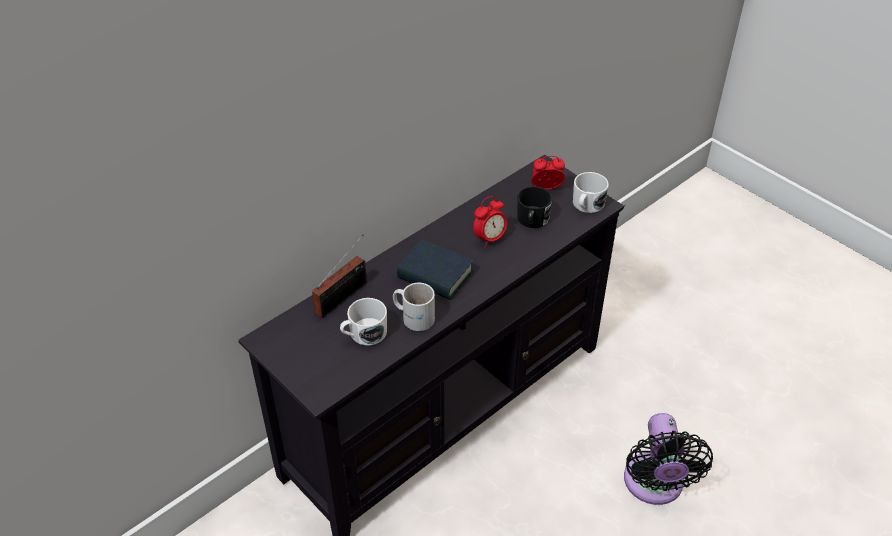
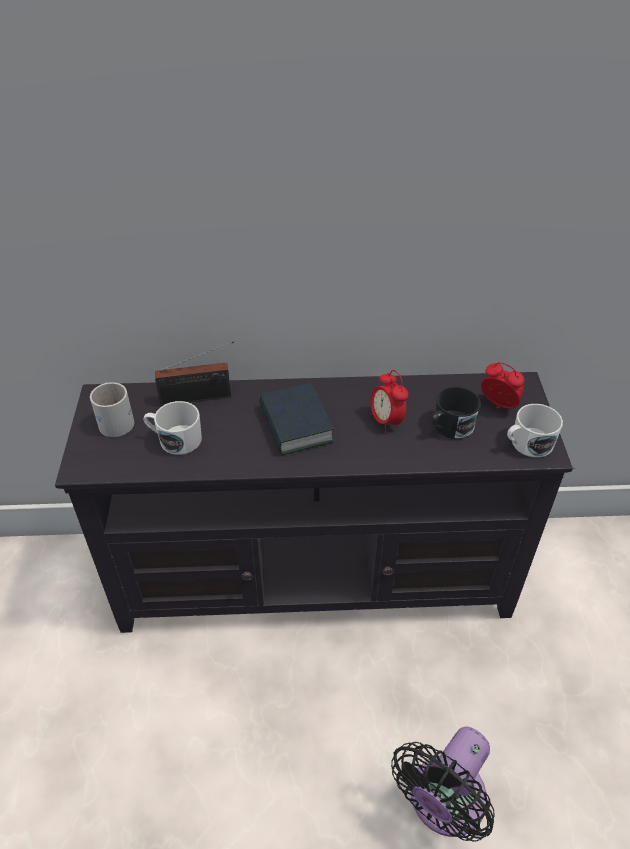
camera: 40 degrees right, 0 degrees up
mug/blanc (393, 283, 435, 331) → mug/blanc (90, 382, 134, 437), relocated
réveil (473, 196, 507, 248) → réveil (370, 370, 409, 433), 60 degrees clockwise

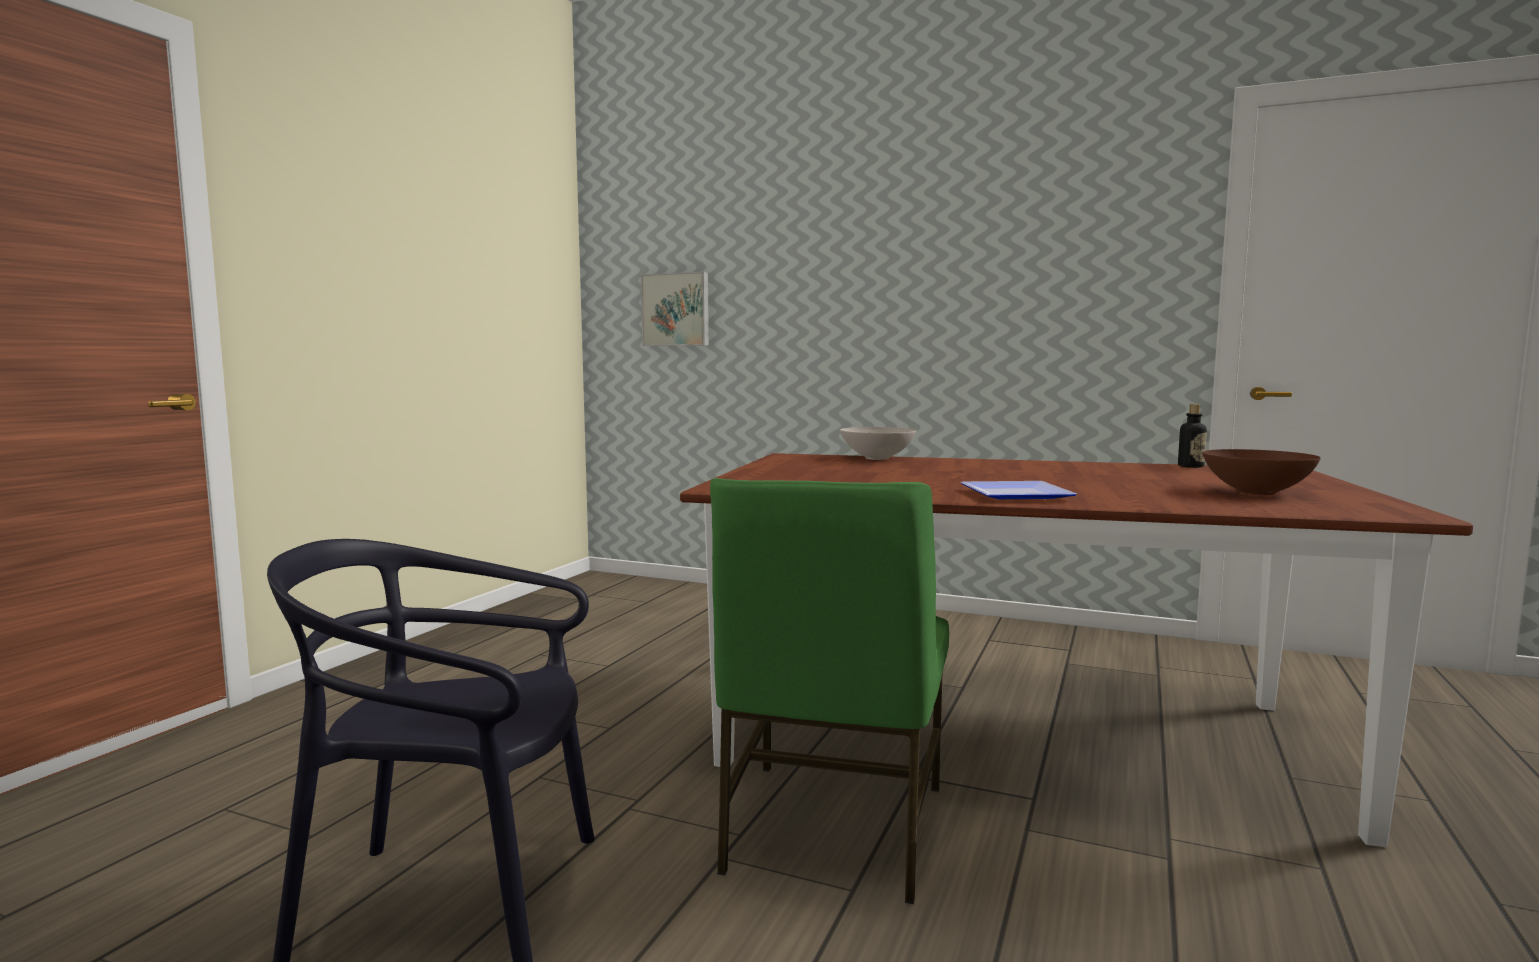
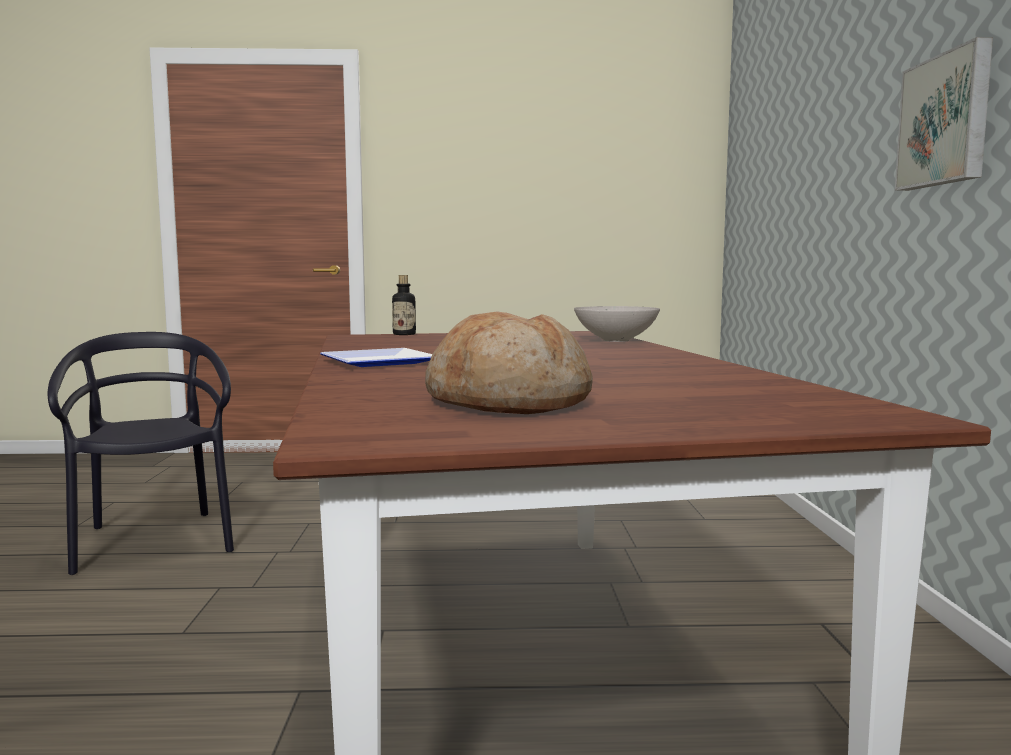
camera: 65 degrees right, 0 degrees up
chaise/vert (710, 478, 949, 904) → -
tableau (641, 272, 709, 346) → tableau (895, 37, 993, 191), relocated
bouteille (1178, 404, 1207, 468) → bouteille (392, 275, 416, 335), relocated
bol/marron (1202, 449, 1321, 495) → pain (425, 312, 593, 414)

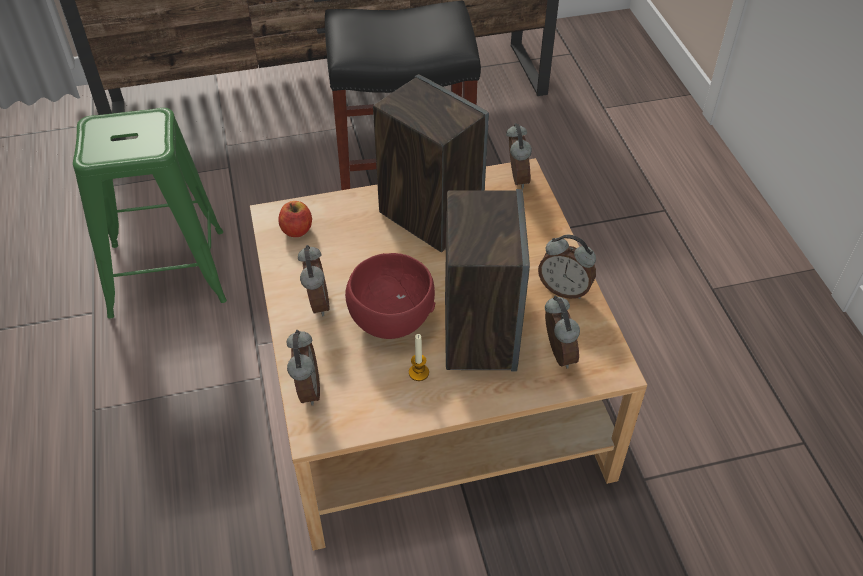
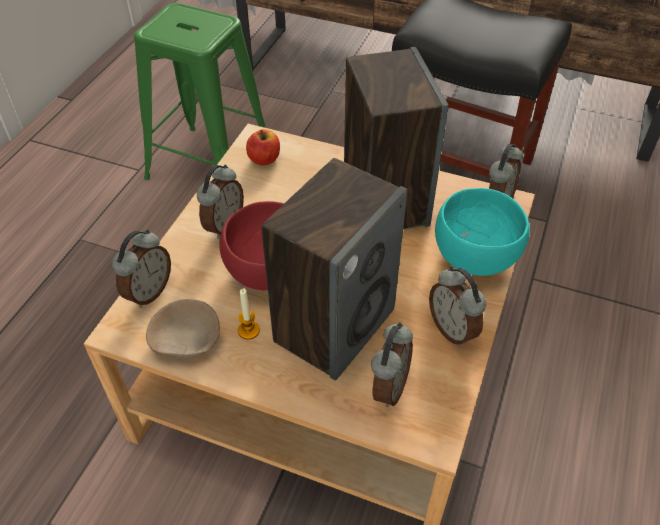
camera: 35 degrees right, 0 degrees up
- → bol/beige (146, 299, 220, 359)
- → bol/turquoise (435, 188, 530, 276)

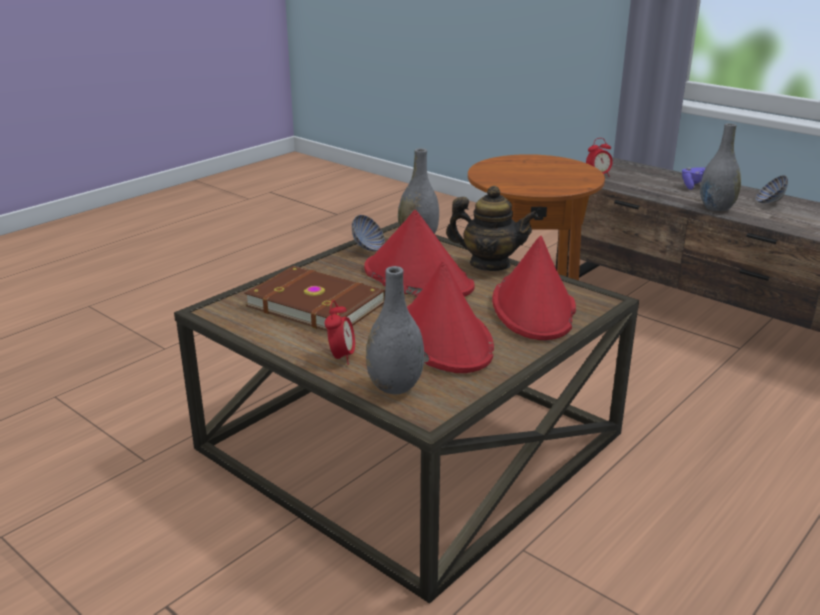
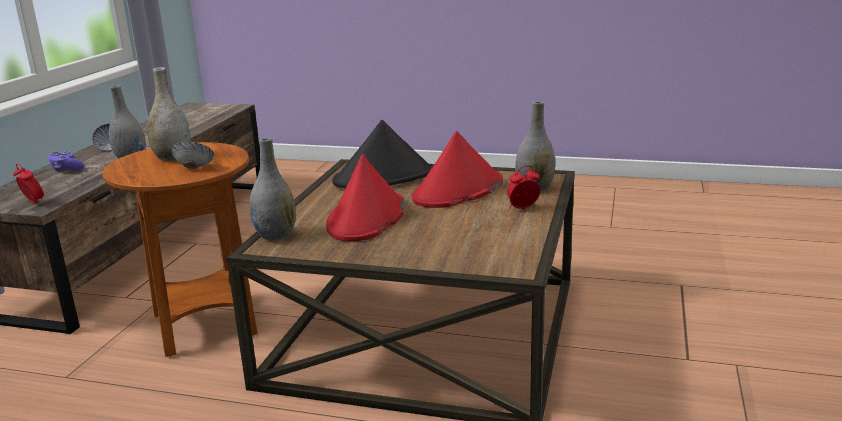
camera: 115 degrees left, 5 degrees down
livre/marron (244, 266, 385, 331) → -
théière (446, 186, 538, 271) → -
- → vase/gris (147, 67, 191, 161)
bol (352, 215, 385, 251) → bol (171, 142, 214, 169), relocated
chapeau/rouge (492, 236, 576, 340) → chapeau/noir (332, 120, 433, 188)

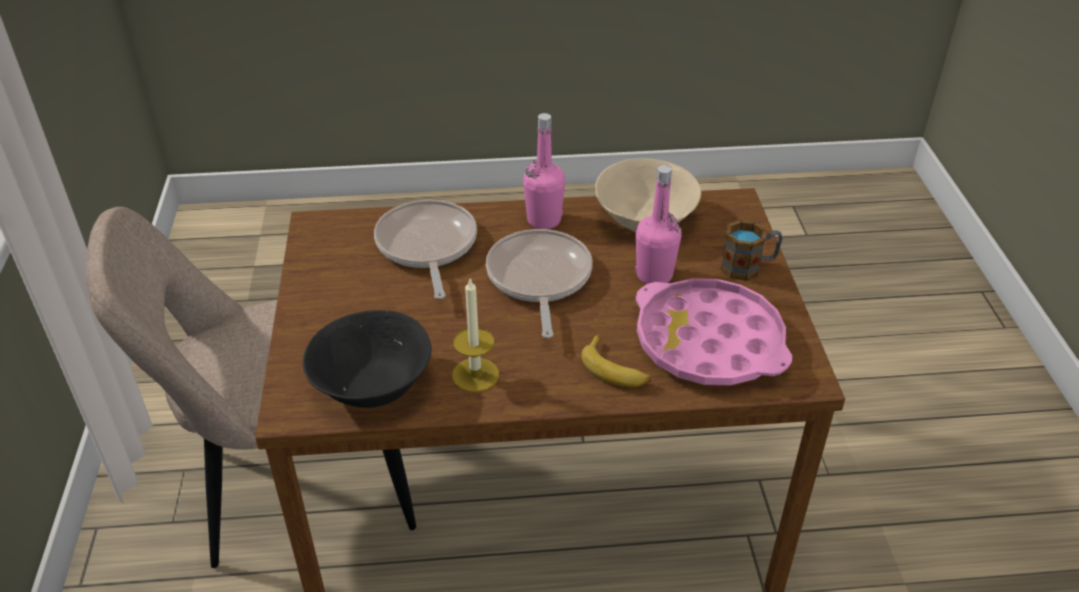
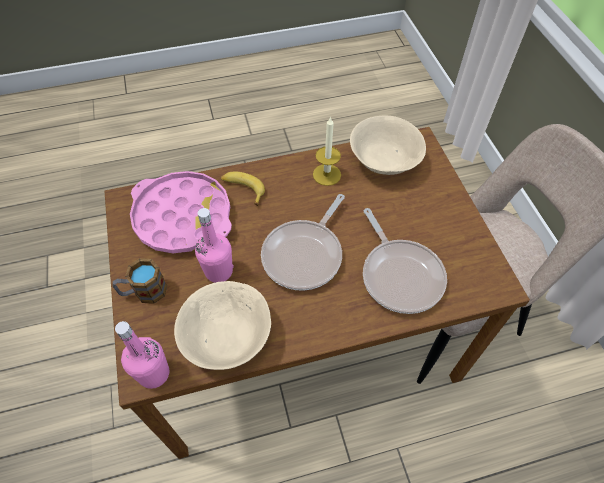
camera: 170 degrees right, 15 degrees up
bouteille/rose (523, 113, 566, 229) → bouteille/rose (115, 321, 169, 389), relocated
bol/noir (303, 310, 432, 408) → bol/beige (350, 115, 426, 175)
poêle (486, 229, 593, 338) → poêle (261, 194, 345, 291), 45 degrees clockwise

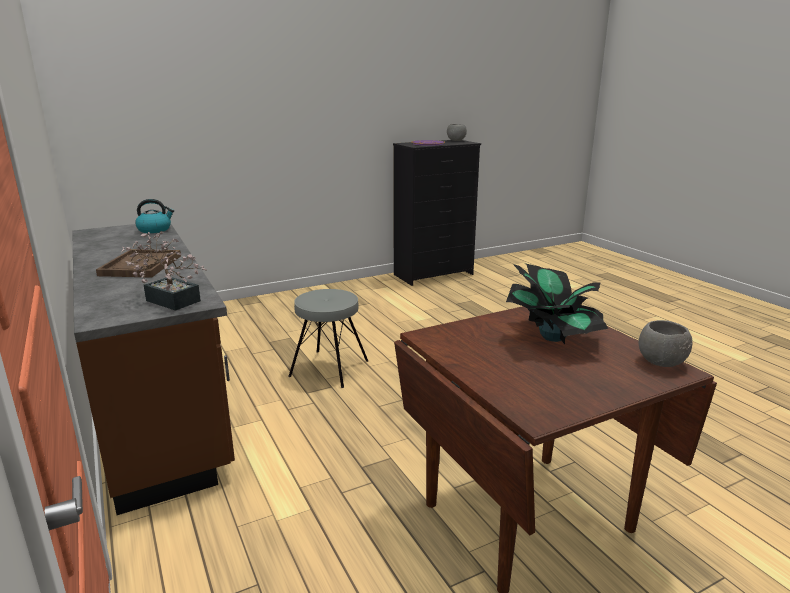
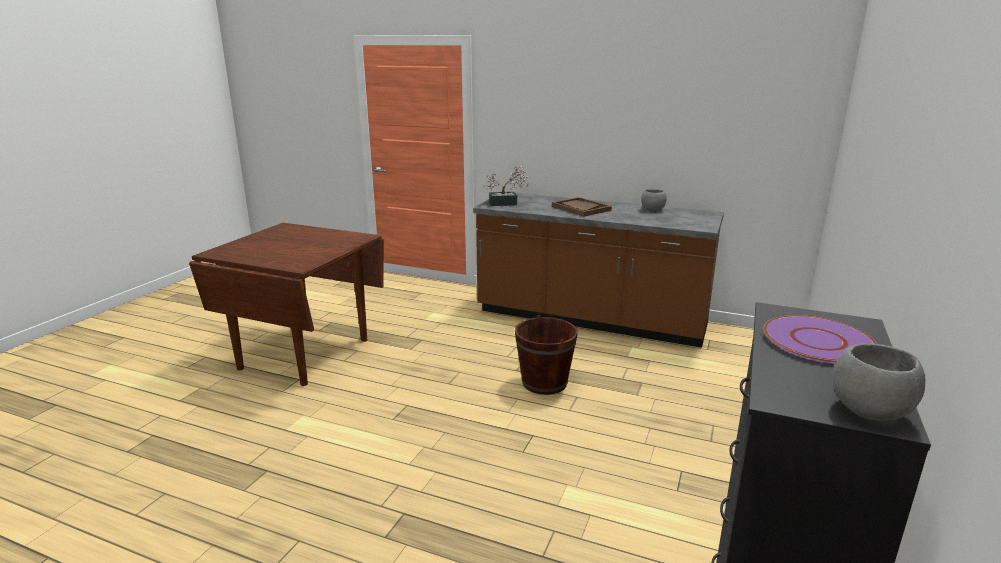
camera: 140 degrees right, 0 degrees up
bouilloire (135, 199, 174, 233) → -
plante en pot (506, 263, 608, 344) → -
bol/gris (638, 320, 693, 367) → bol/gris (641, 189, 667, 211), relocated
tabouret/gris (288, 289, 368, 388) → seau/marron (515, 315, 578, 395)

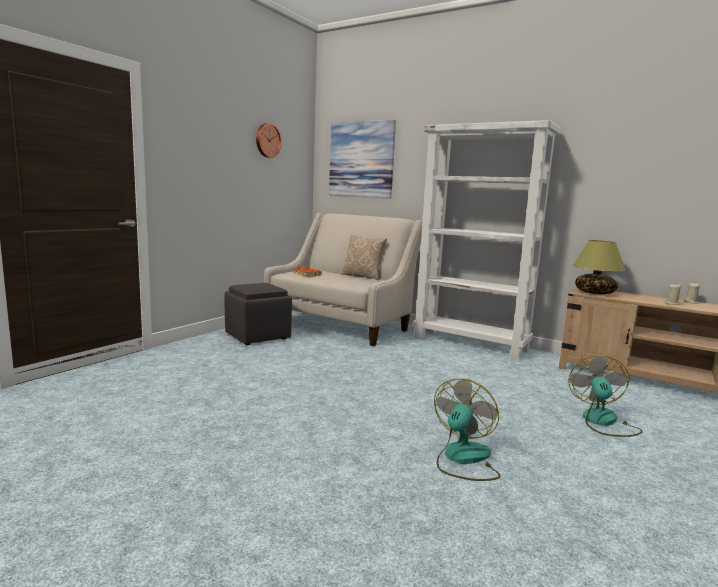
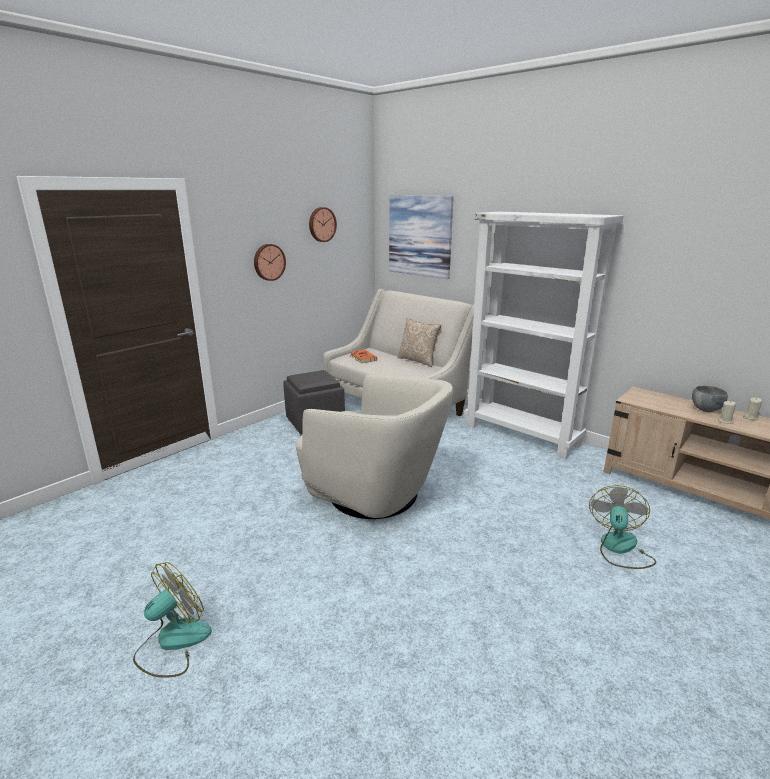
camera: 10 degrees right, 10 degrees up
lampe de table (573, 240, 626, 294) → -
- → horloge murale (254, 244, 286, 281)
- → fauteuil/beige (296, 374, 453, 519)
- → bol/gris (692, 386, 728, 412)
ventilateur (434, 379, 500, 481) → ventilateur (133, 562, 212, 677), relocated

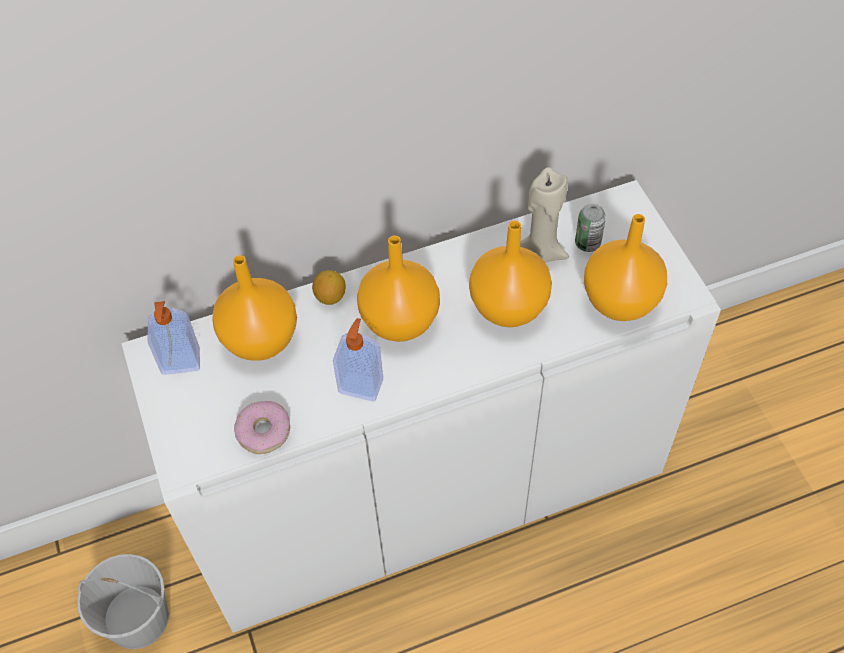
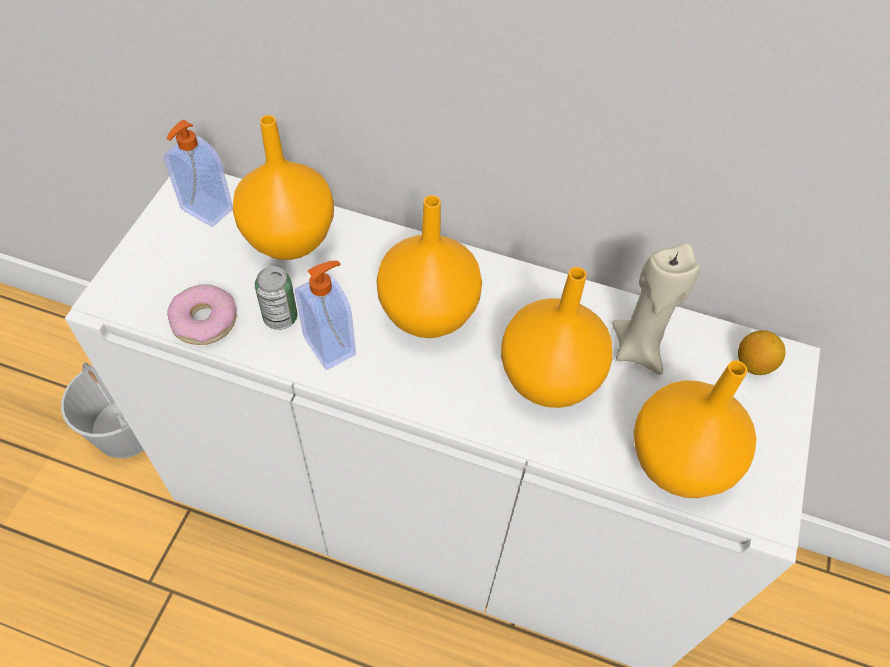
camera: 35 degrees right, 0 degrees up
citron (312, 270, 346, 305) → citron (738, 330, 786, 375), relocated
boîte métallique (575, 203, 606, 252) → boîte métallique (255, 266, 298, 330), relocated

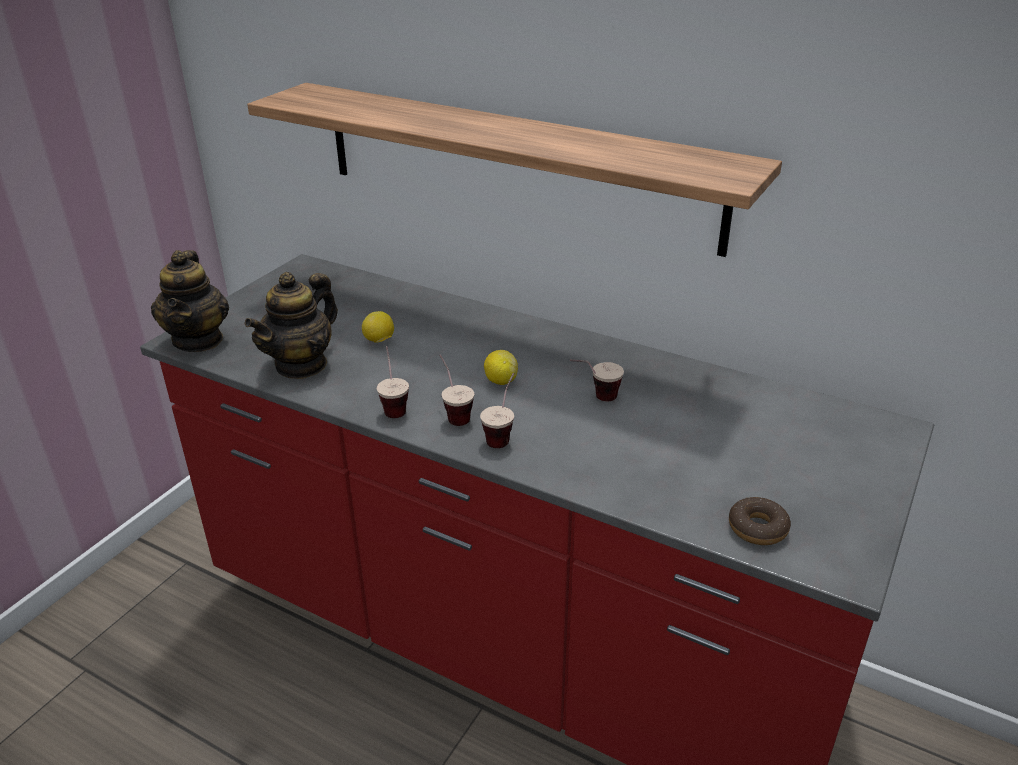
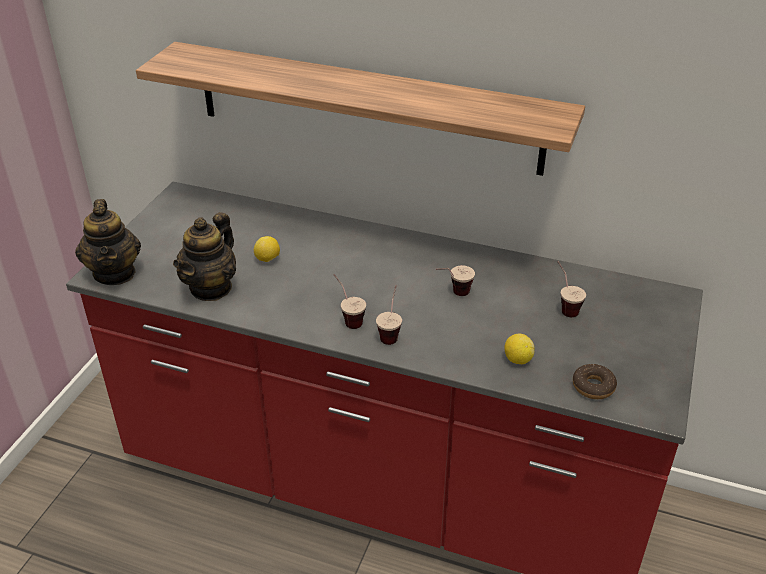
camera: 10 degrees left, 5 degrees up
tasse (377, 346, 409, 418) → tasse (558, 261, 586, 317), relocated
citron (484, 350, 518, 385) → citron (504, 333, 534, 364), relocated

